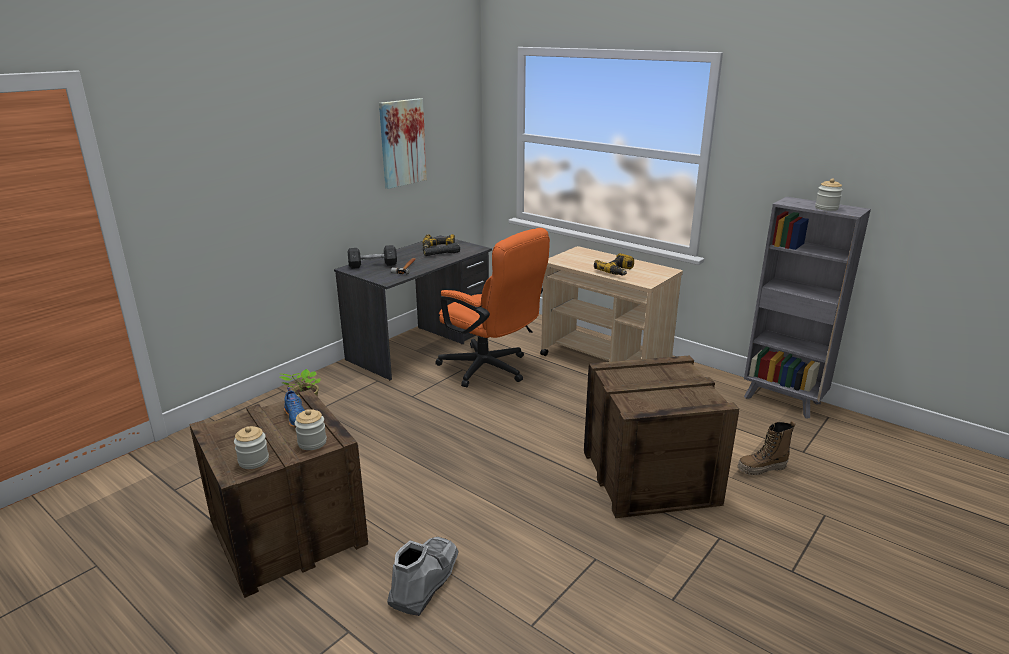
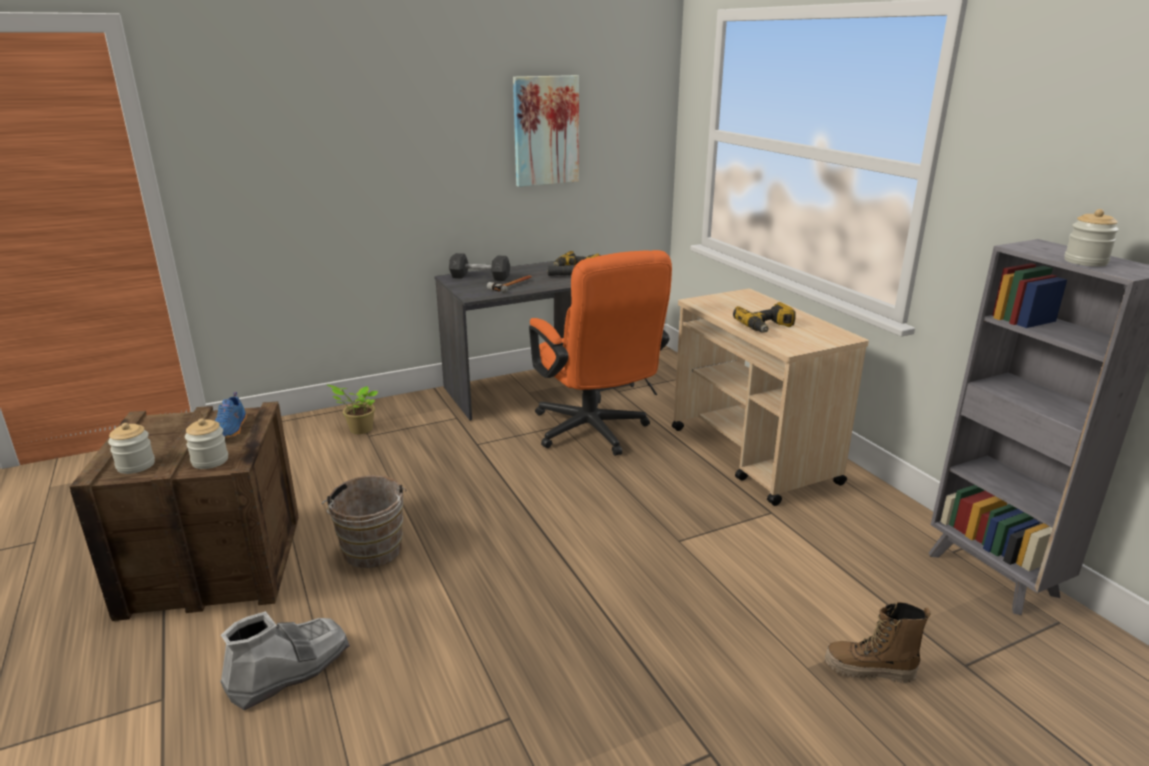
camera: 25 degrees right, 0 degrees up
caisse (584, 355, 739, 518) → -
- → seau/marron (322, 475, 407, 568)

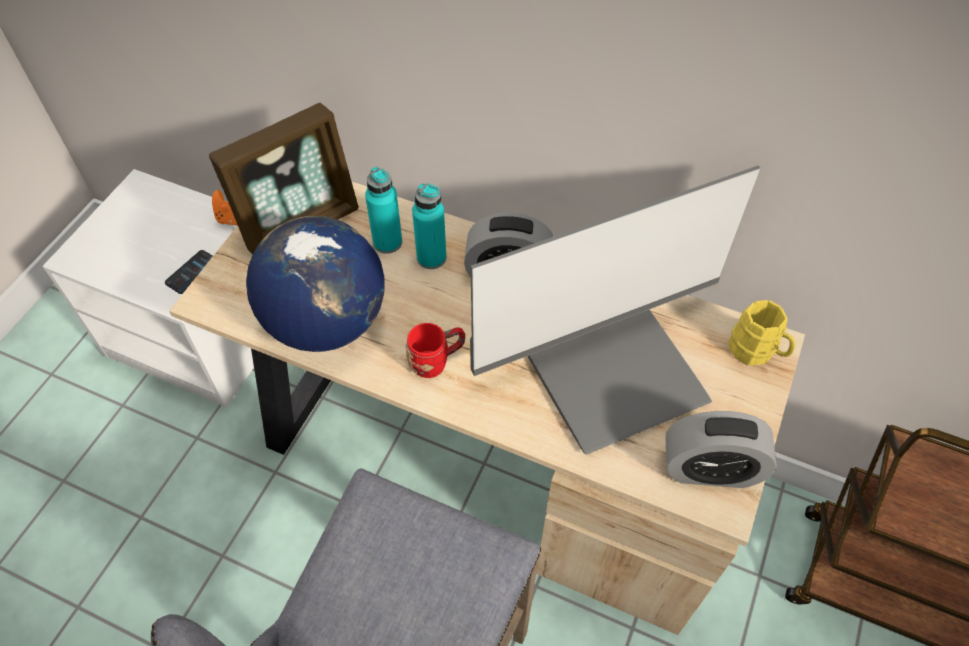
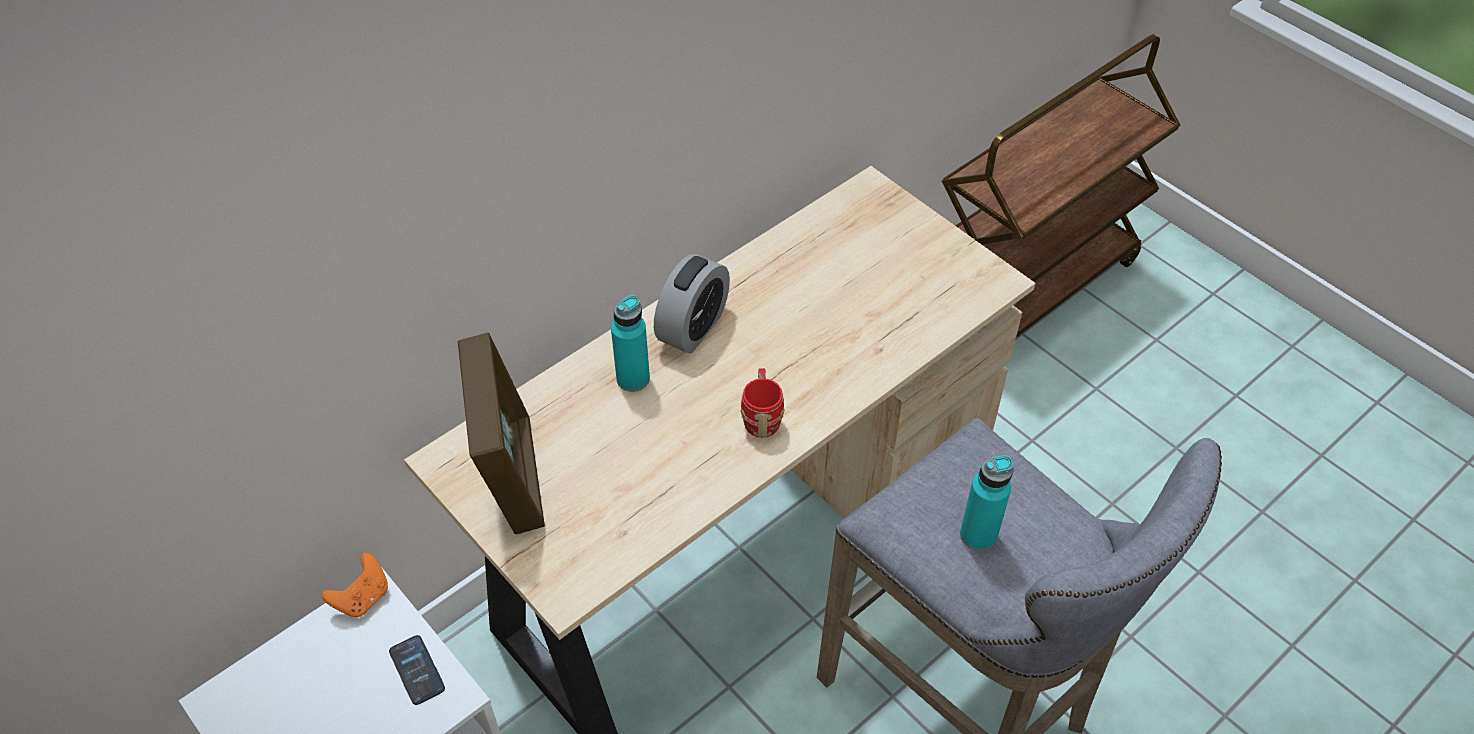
camera: 65 degrees left, 5 degrees down
globe (246, 216, 385, 352) → -
écran d'ordinateur (470, 166, 761, 455) → -
réveil (666, 411, 777, 488) → -
mug/jaune (728, 300, 795, 366) → -
bouteille/turquoise (365, 167, 402, 254) → bouteille/turquoise (960, 455, 1014, 551), relocated

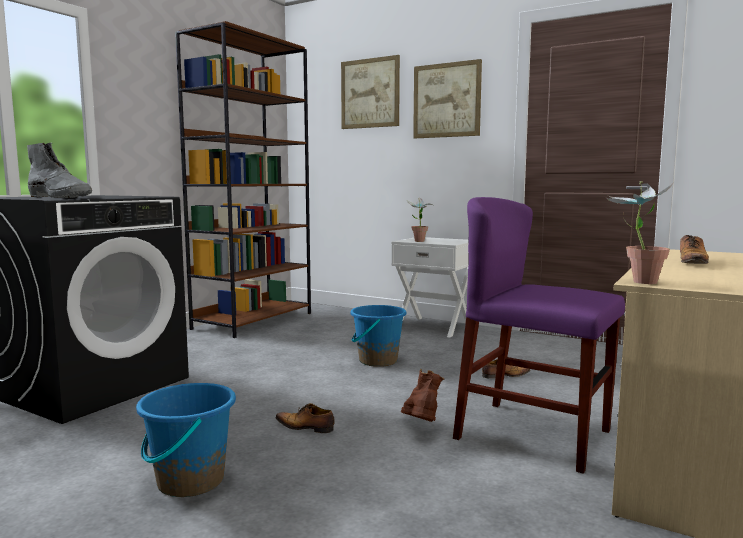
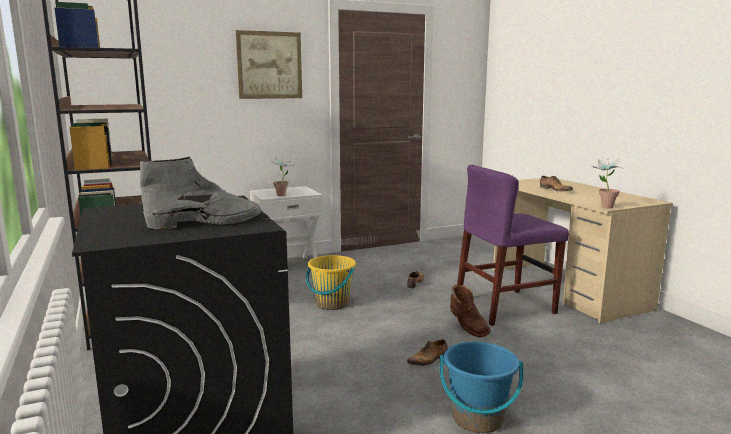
camera: 55 degrees left, 5 degrees up
tableau (341, 55, 400, 129) → -
seau/bleu (350, 305, 406, 367) → seau/jaune (306, 255, 356, 310)
botte/marron (401, 369, 445, 422) → botte/marron (450, 285, 490, 338), 150 degrees counterclockwise

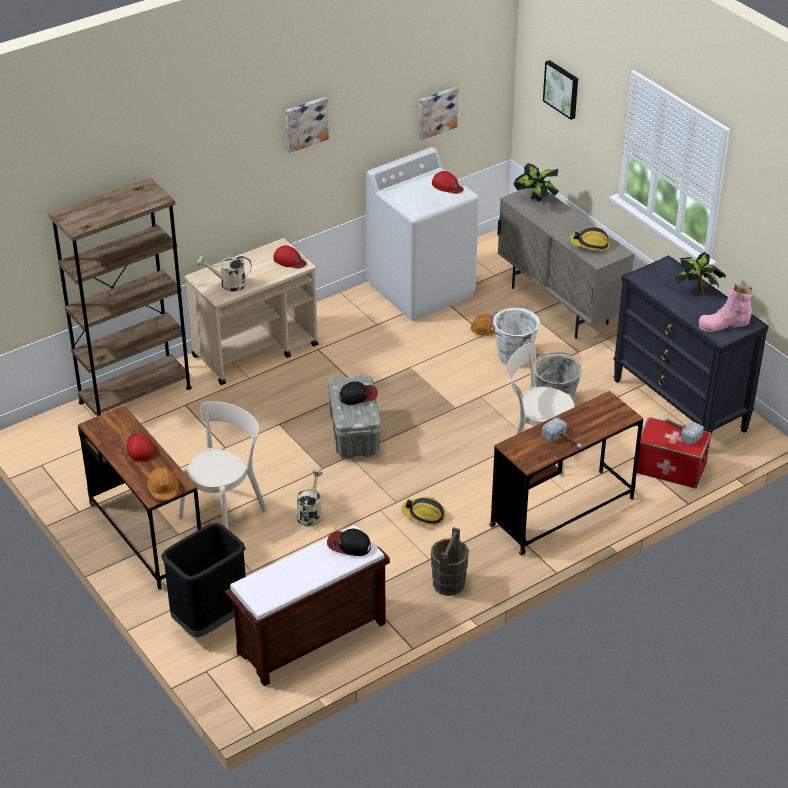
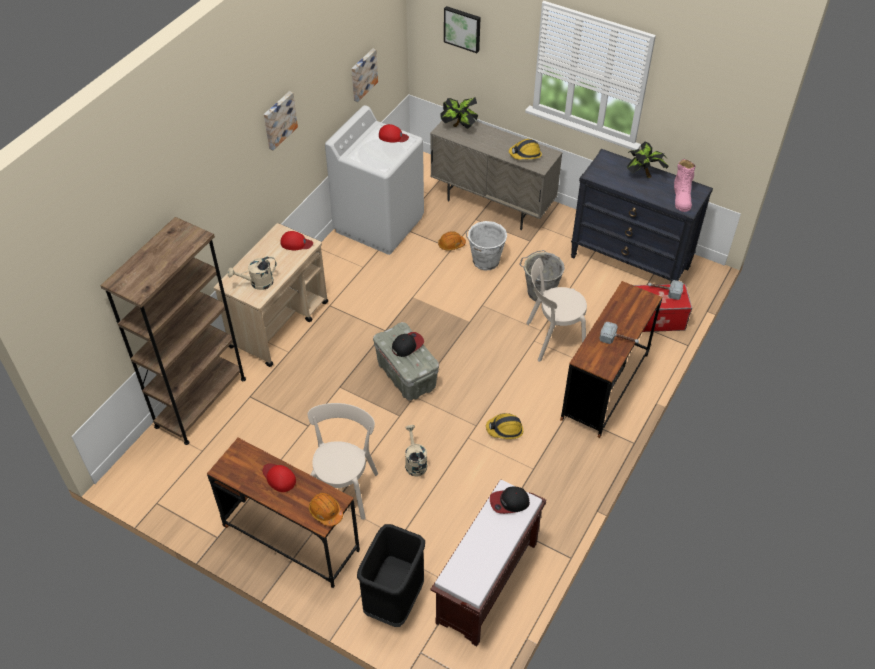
camera: 25 degrees left, 10 degrees up
seau/marron (431, 527, 469, 596) → -
botte/rose (699, 284, 752, 332) → botte/rose (674, 159, 695, 212), 45 degrees counterclockwise

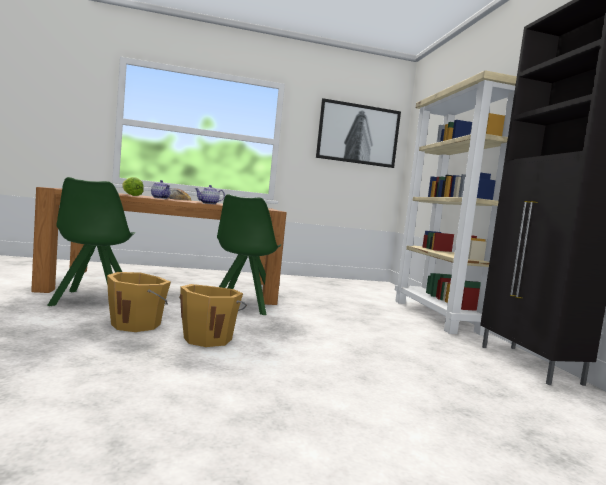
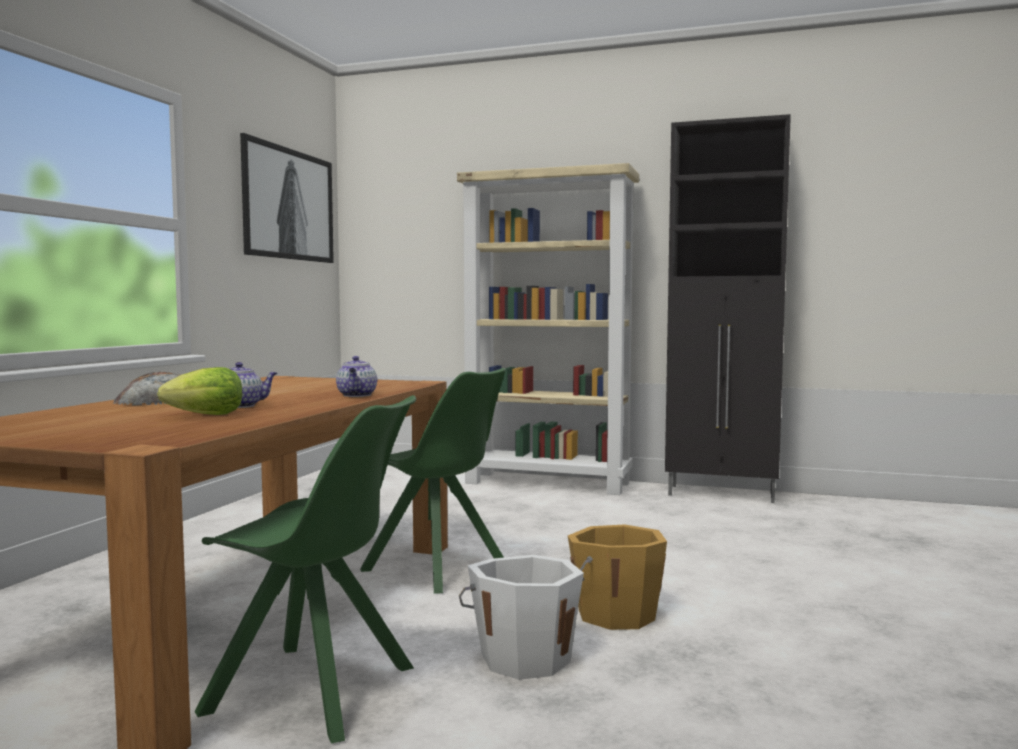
camera: 60 degrees left, 0 degrees up
seau/orange (107, 272, 171, 332) → seau/blanc (459, 555, 584, 680)

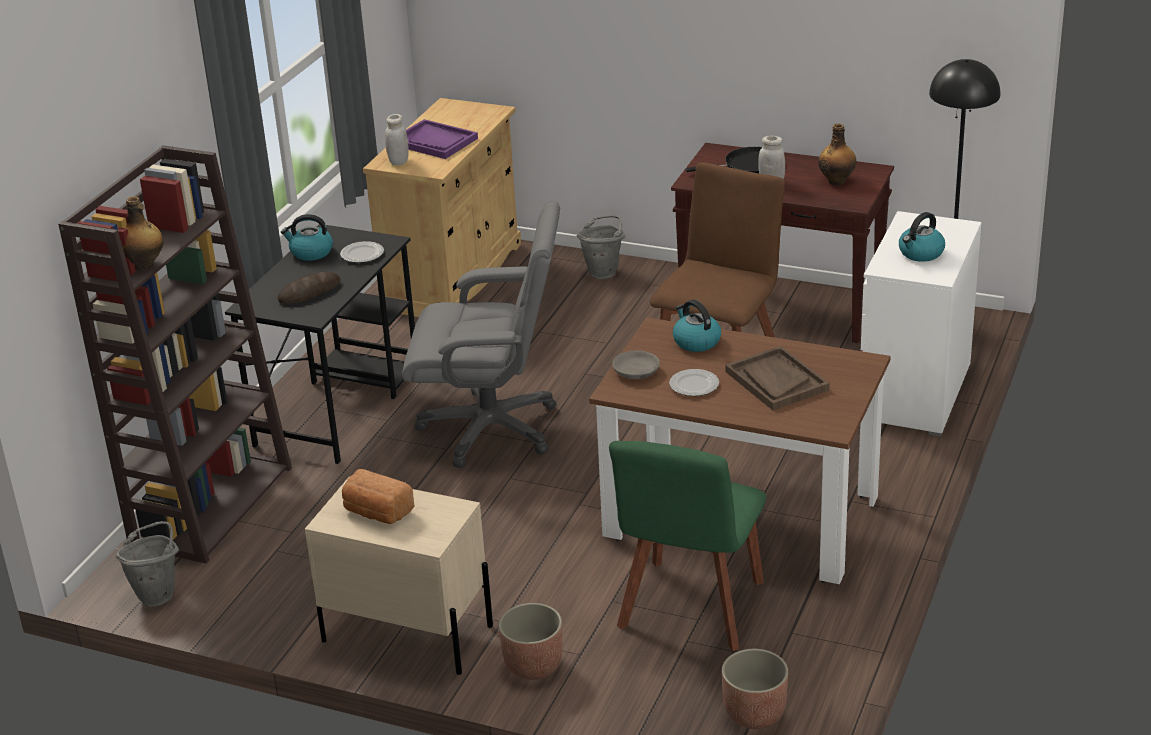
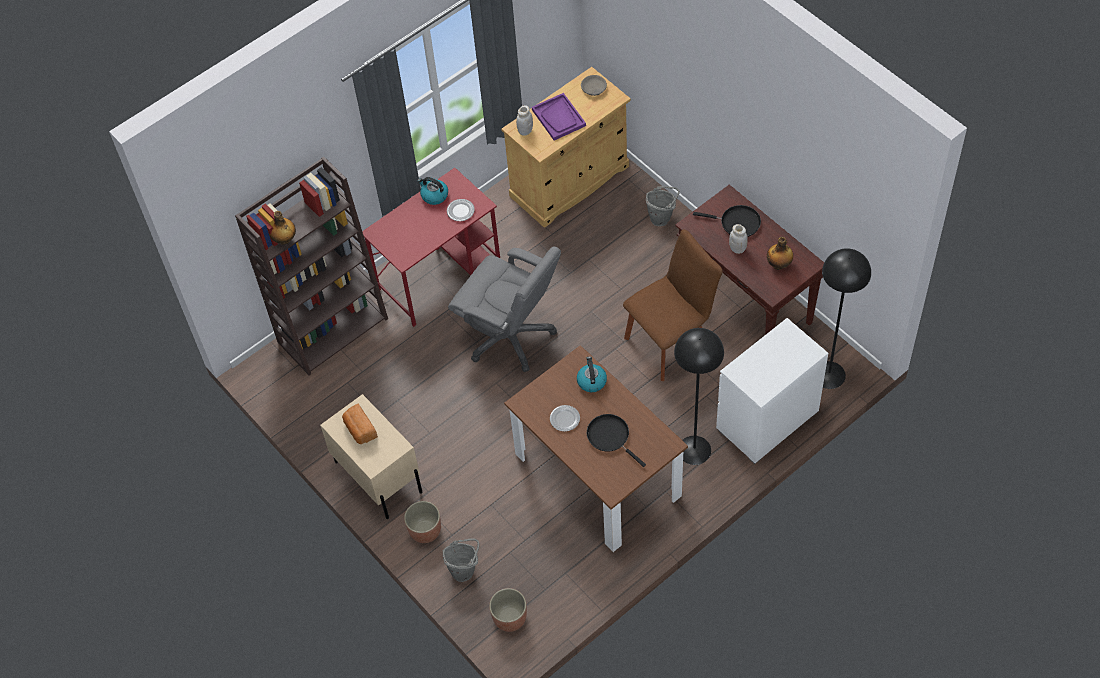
camera: 30 degrees right, 25 degrees up
pain (278, 272, 341, 304) → -
chaise/vert (609, 441, 766, 651) → -
bouilloire (899, 212, 945, 262) → -
- → lampadaire/noir (674, 328, 724, 465)
seau/gris (115, 521, 179, 607) → seau/gris (443, 538, 479, 582), relocated
bol/gris (612, 350, 660, 379) → bol/gris (581, 75, 607, 96), relocated
plateau/marron (725, 346, 829, 410) → poêle/noir (587, 414, 646, 467)
bureau/noir (225, 224, 415, 464) → bureau/rouge (362, 168, 500, 327)

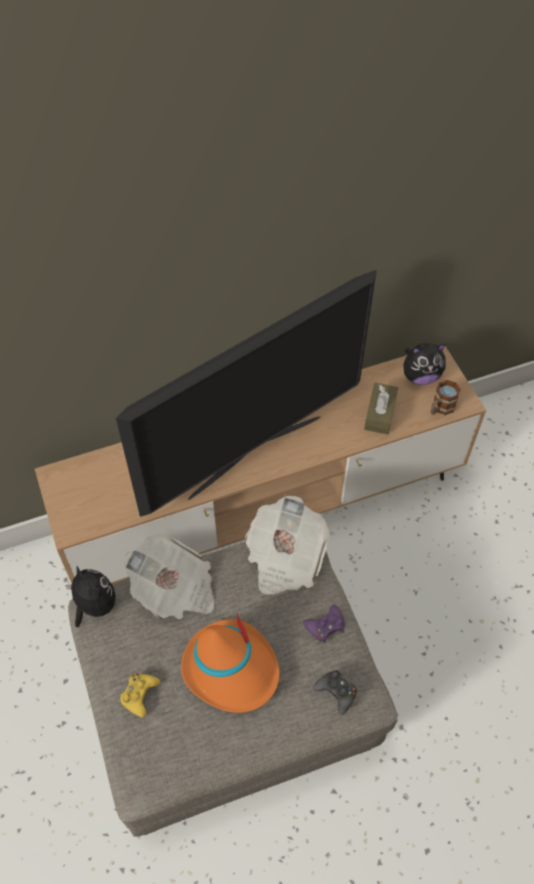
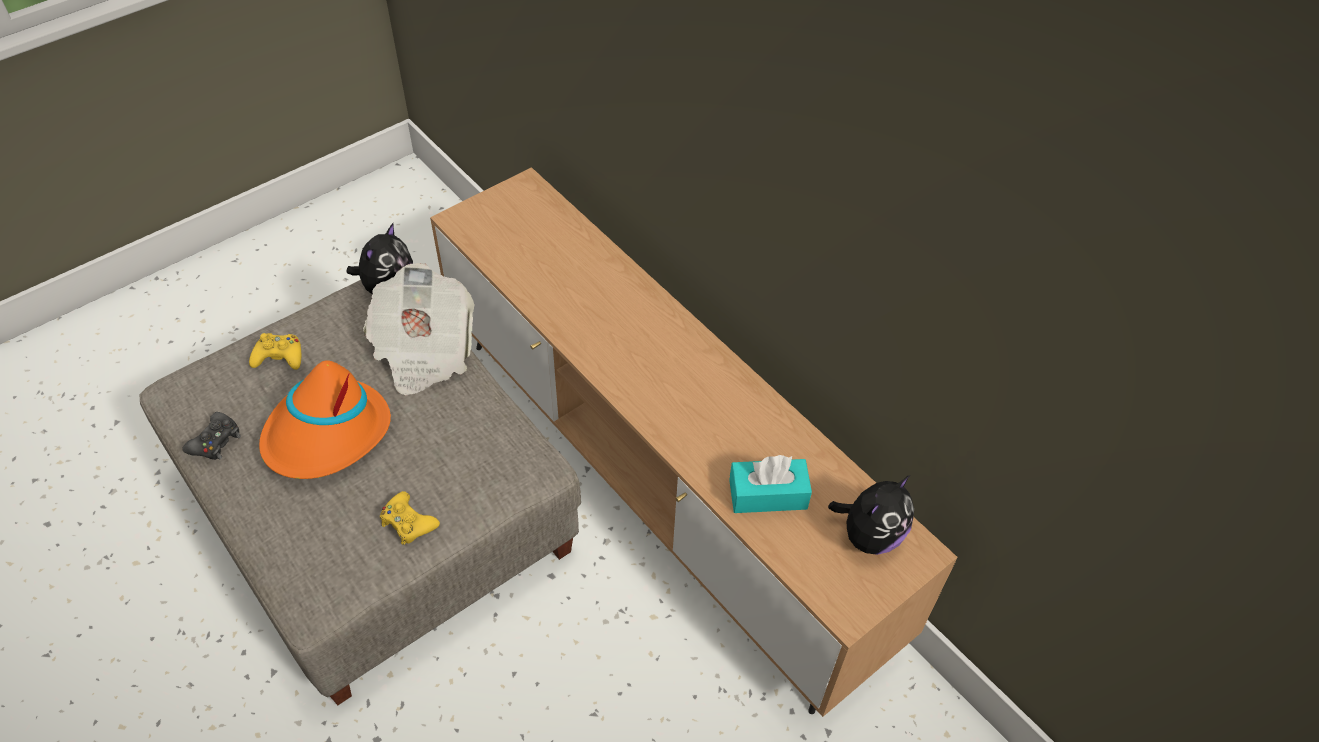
camera: 70 degrees right, 5 degrees down
téléviseur (116, 270, 377, 517) → -
journal (245, 496, 330, 595) → -
mug (431, 380, 461, 415) → -
manette/noir (313, 670, 357, 715) → manette/noir (182, 412, 241, 460), relocated
manette/violet (303, 605, 345, 643) → manette/jaune (380, 491, 440, 545)
boîte à mouchoirs/marron (364, 383, 398, 435) → boîte à mouchoirs/turquoise (729, 455, 812, 513)
peluche (403, 343, 446, 385) → peluche (828, 475, 914, 555), 105 degrees counterclockwise

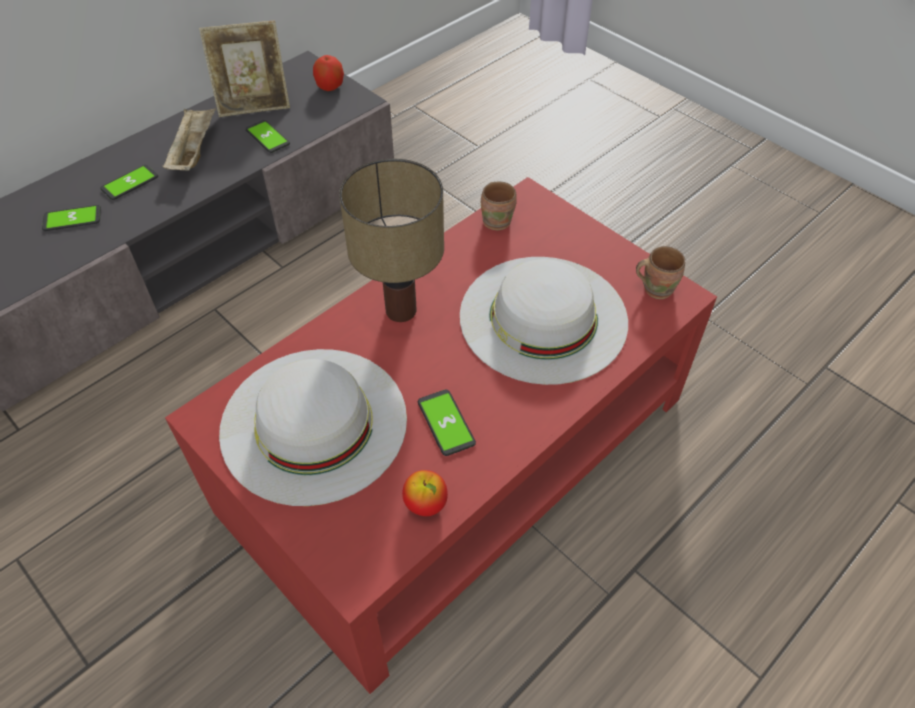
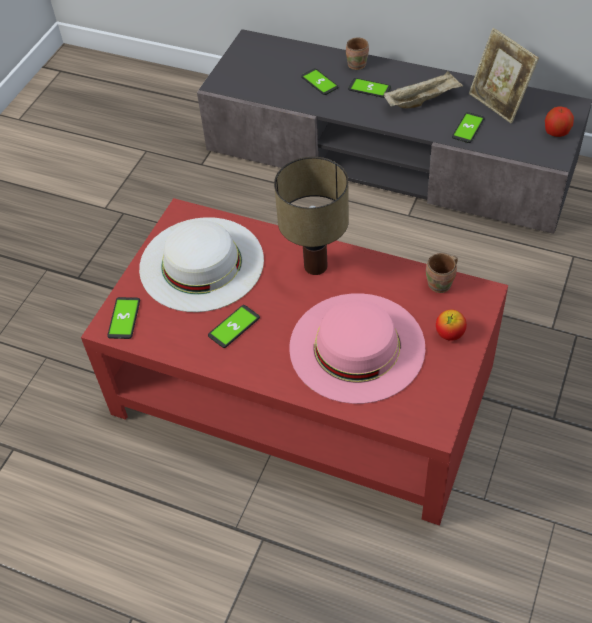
camera: 70 degrees right, 0 degrees up
- → téléphone (107, 297, 140, 339)
pomme (402, 470, 448, 516) → pomme (436, 310, 467, 341), relocated
mug/marron (636, 246, 685, 299) → mug/marron (346, 37, 369, 70), relocated
chapeau/blanc (460, 257, 628, 385) → chapeau/rose (289, 293, 426, 404)

